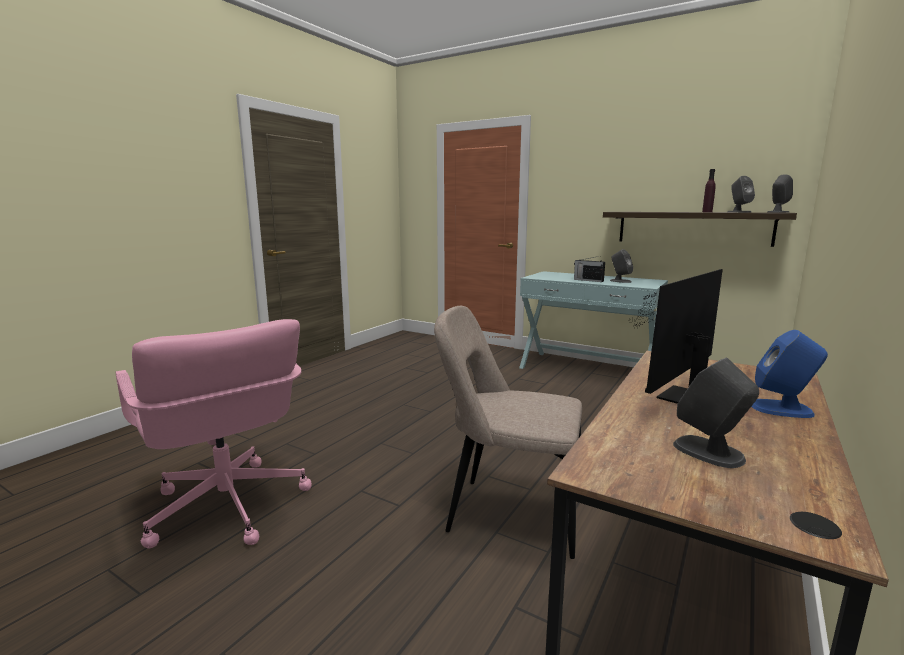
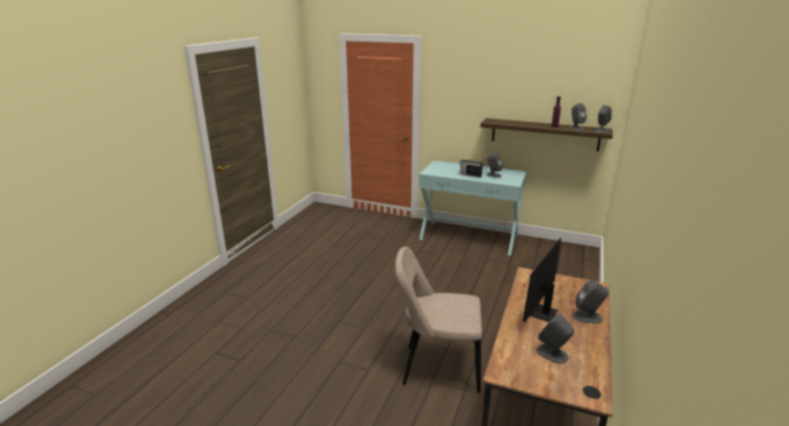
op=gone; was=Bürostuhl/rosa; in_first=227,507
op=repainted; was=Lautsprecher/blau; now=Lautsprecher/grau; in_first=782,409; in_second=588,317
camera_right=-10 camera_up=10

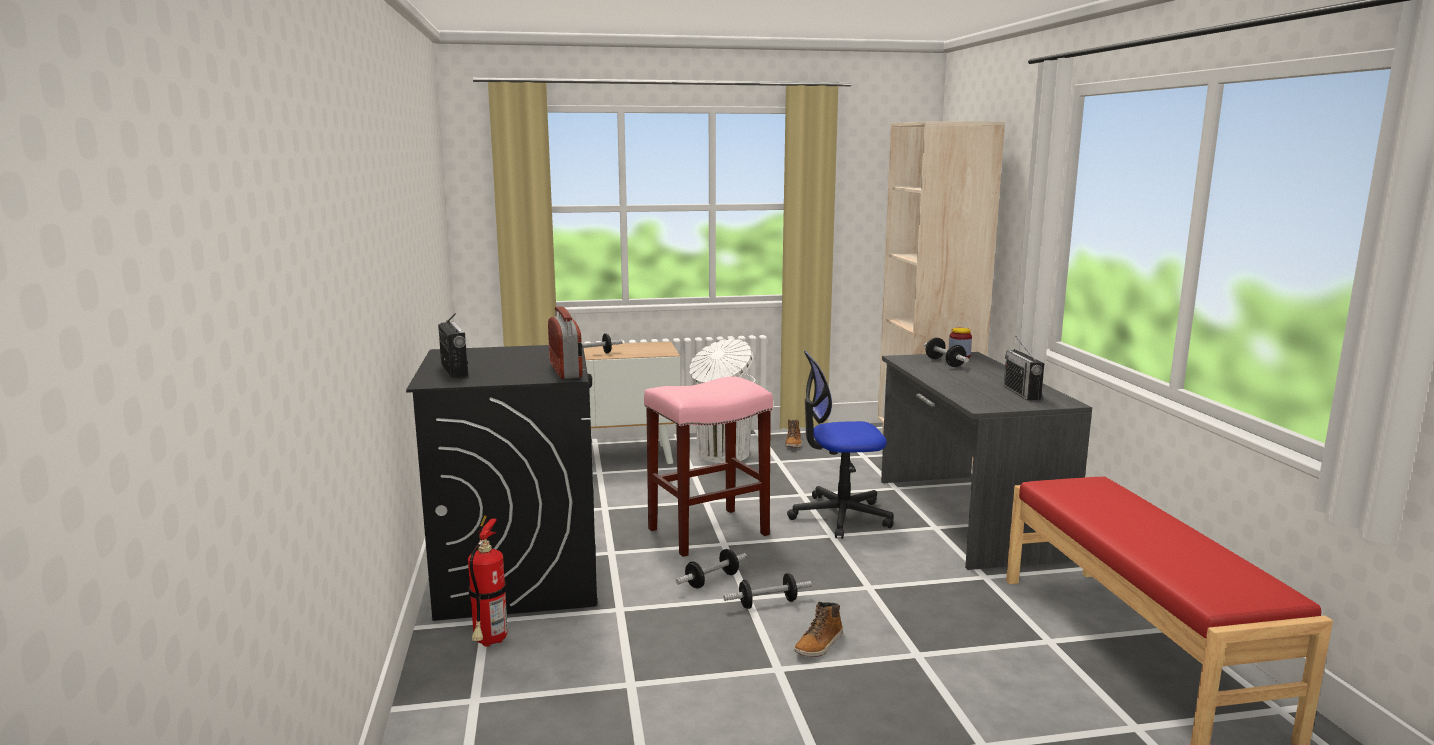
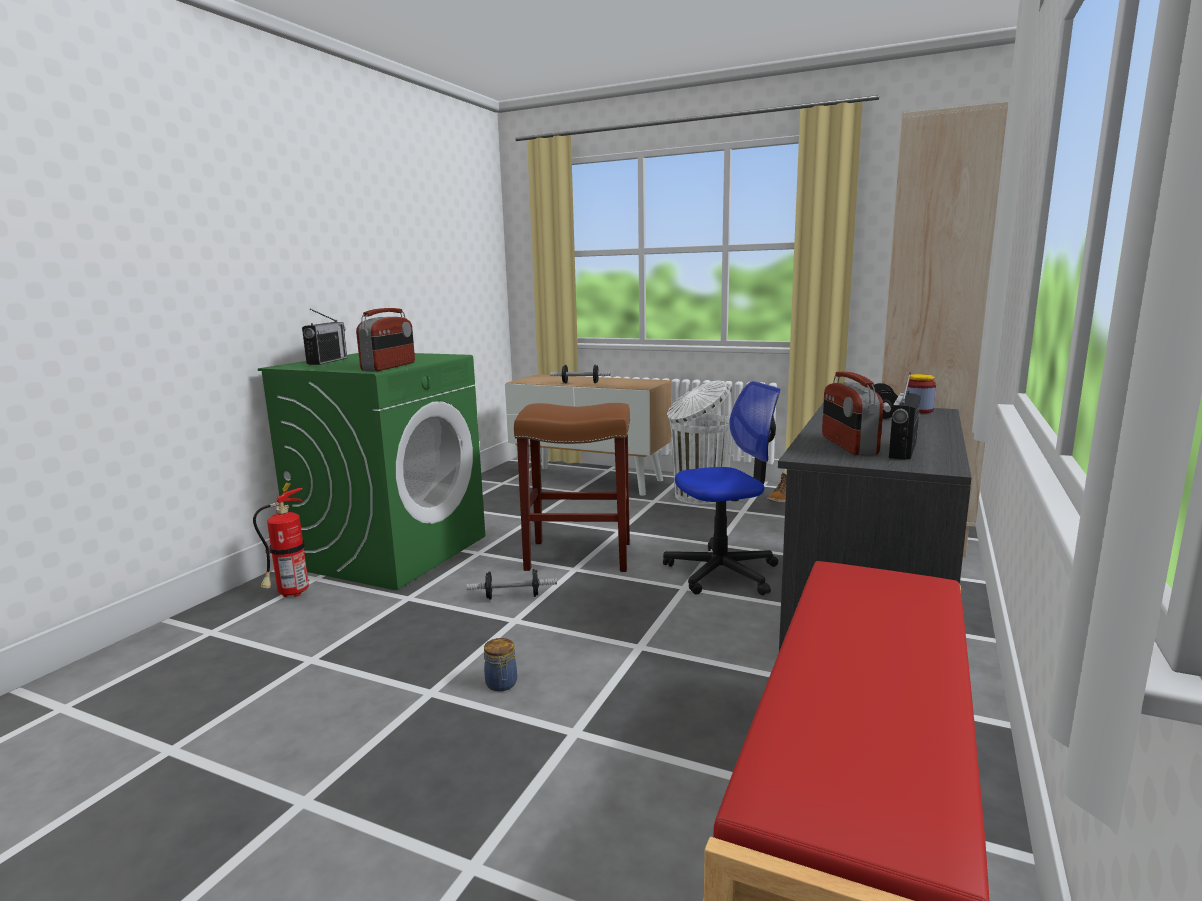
op=repainted; was=Waschmaschine/schwarz; now=Waschmaschine/grün; in_first=518,574; in_second=392,551
op=repainted; was=Hocker/rosa; now=Hocker/braun; in_first=709,531; in_second=580,555
op=gone; was=Hantel; in_first=767,603
op=rotated; was=Bürostuhl; in_first=840,516; in_second=722,572; clockwise=135
op=swapped; was=Stiefel; now=Vorratsglas; in_first=819,644; in_second=501,684
op=new; now=Radio; in_second=848,445
camera_right=35 camera_up=0

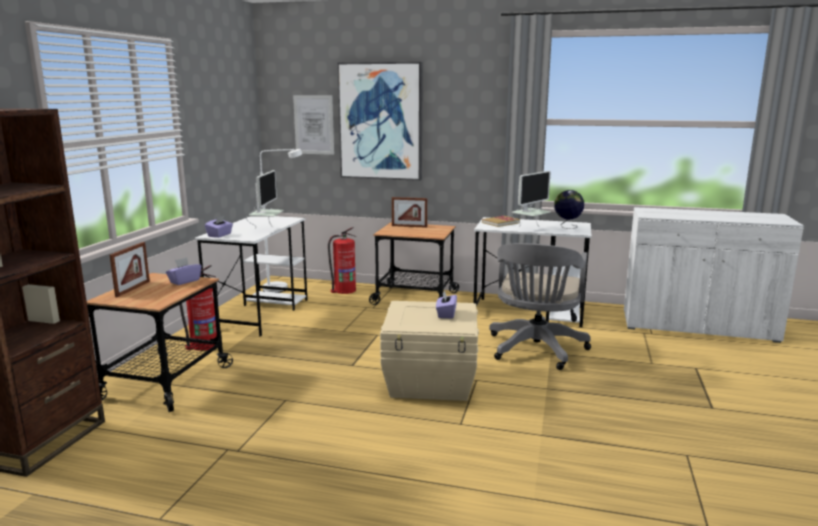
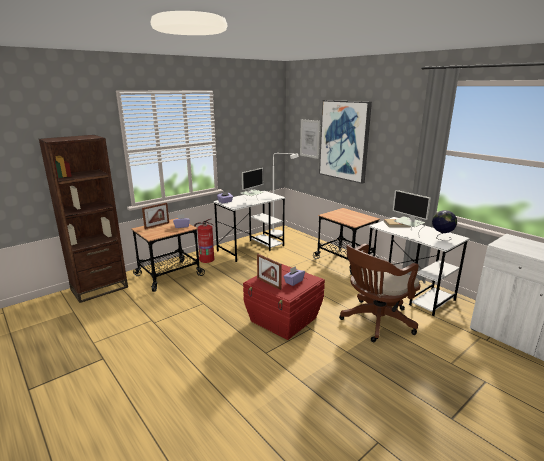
op=gone; was=Feuerlöscher; in_first=344,290
op=repainted; was=Aufbewahrungsbox/beige; now=Aufbewahrungsbox/rot; in_first=431,382; in_second=283,320
op=shifted; was=Bilderrahmen; in_first=409,226; in_second=269,283
op=repainted; was=Bürostuhl/grau; now=Bürostuhl/braun; in_first=535,350; in_second=375,322
op=rotated; was=Monitor; in_first=529,229; in_second=408,234; clockwise=60
camera_right=35 camera_up=5

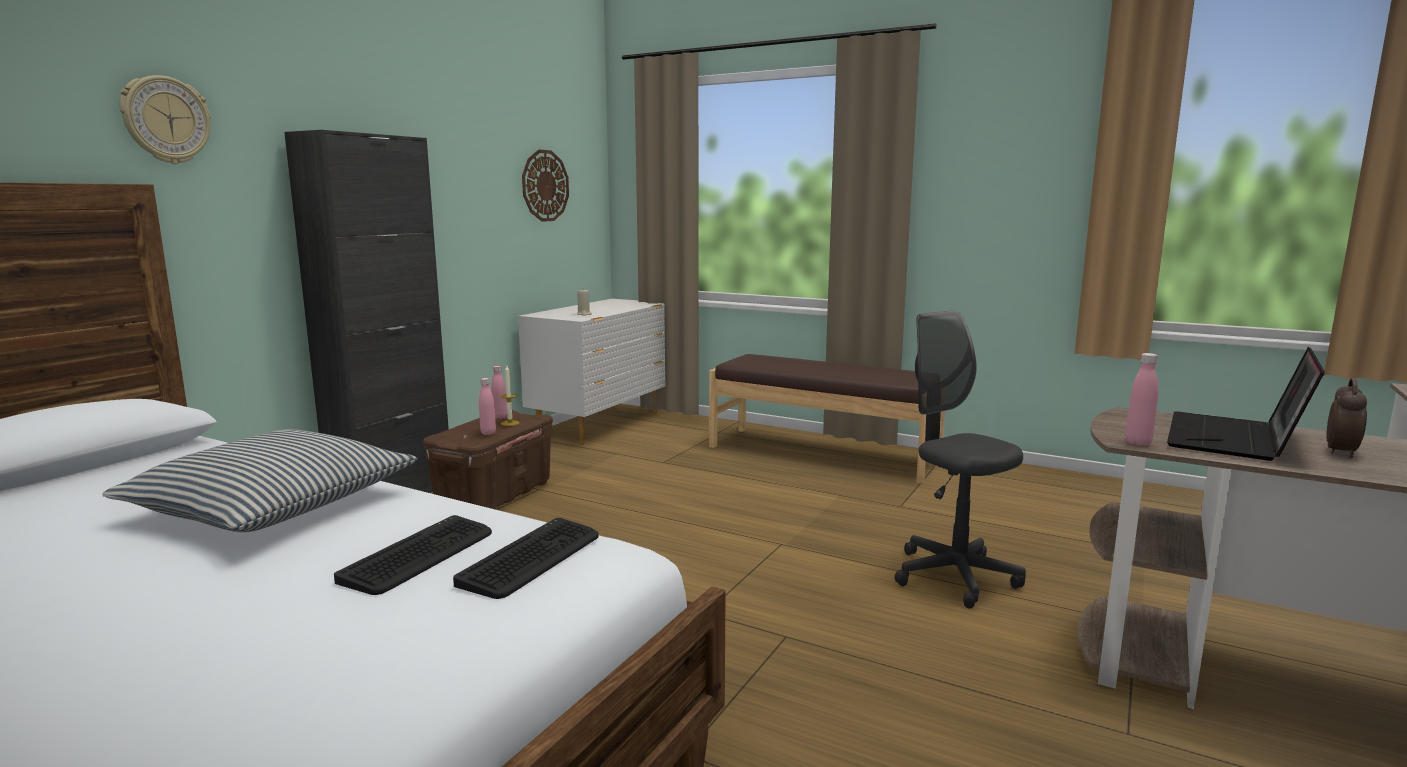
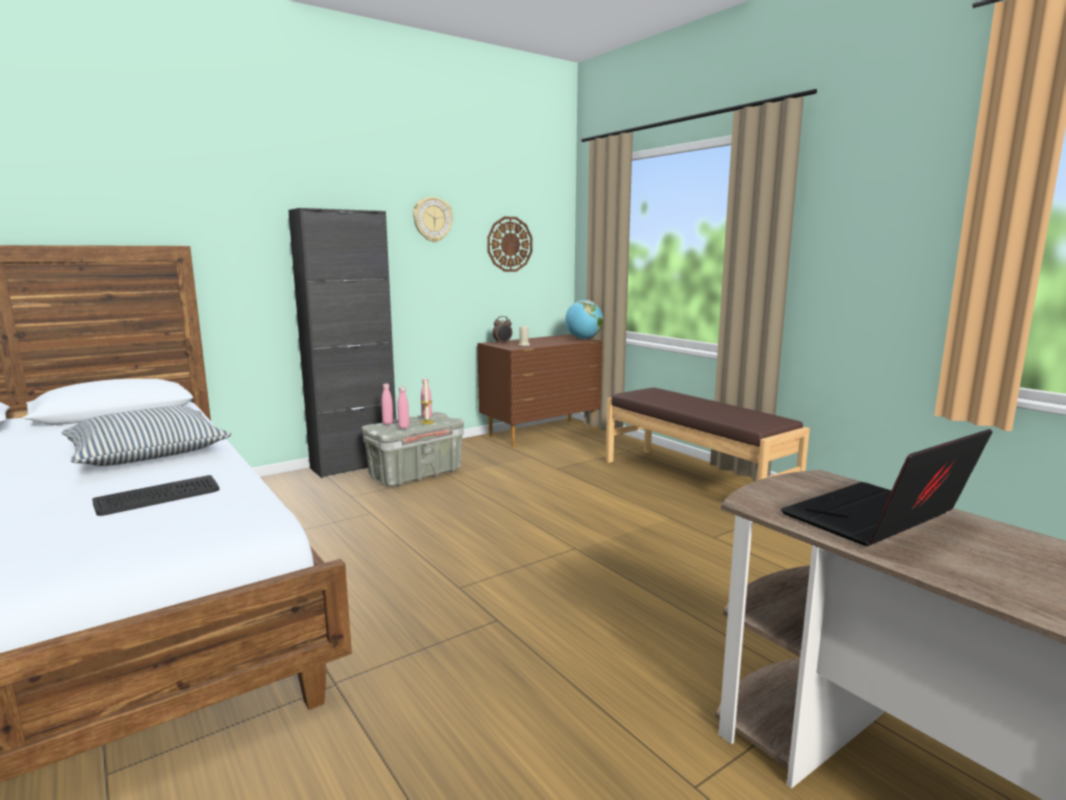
op=shifted; was=Wanduhr; in_first=166,120; in_second=432,219
op=repainted; was=Aufbewahrungsbox/braun; now=Aufbewahrungsbox/grau; in_first=495,496; in_second=415,474
op=gone; was=Tastatur; in_first=532,559
op=repainted; was=Kommode/weiß; now=Kommode/braun; in_first=602,424; in_second=544,433
op=gone; was=Bürostuhl/grau; in_first=954,576
op=shifted; was=Flasche/rosa; in_first=1138,442; in_second=388,423
op=shifted; was=Wecker; in_first=1341,452; in_second=502,343
op=new; now=Globus; in_second=584,339
camera_right=25 camera_up=0

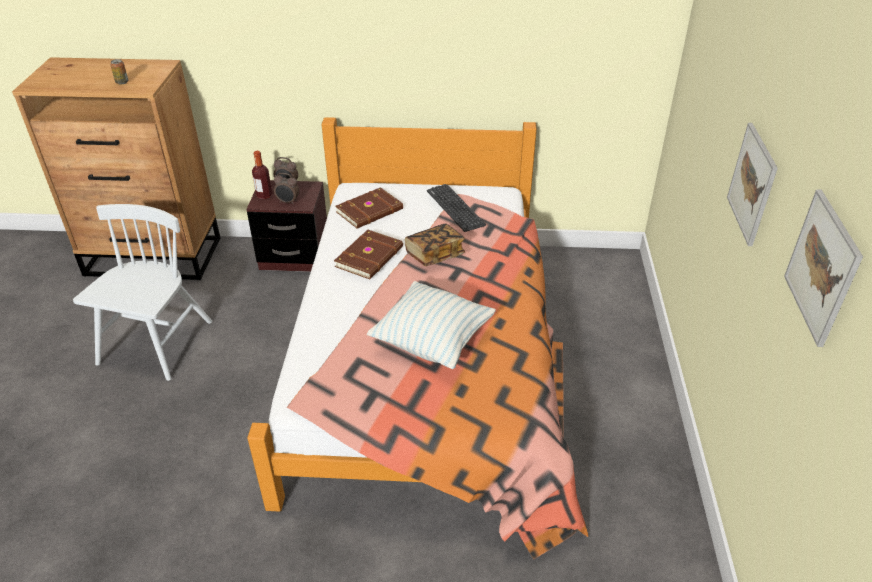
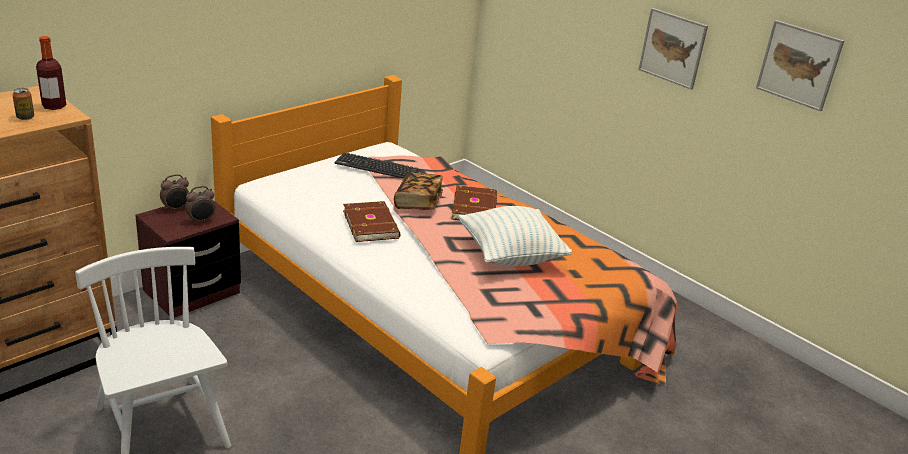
op=shifted; was=Flasche; in_first=264,195; in_second=54,106
op=shifted; was=Buch/braun; in_first=370,211; in_second=475,207
camera_right=-50 camera_up=-10

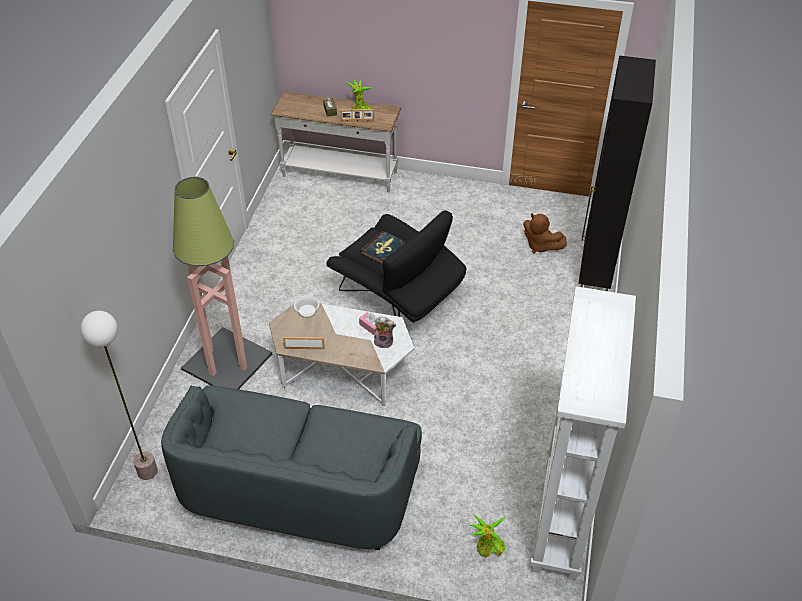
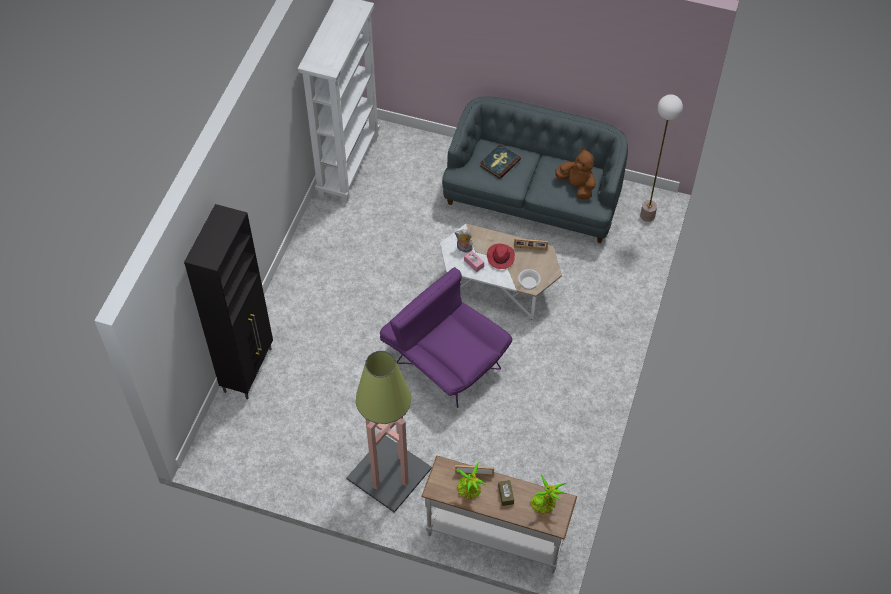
op=shifted; was=Stehlampe; in_first=228,361; in_second=388,473
op=repainted; was=Sessel/schwarz; now=Sessel/lila; in_first=398,295; in_second=444,359
op=shifted; was=Buch; in_first=383,249; in_second=499,162
op=shifted; was=Topfpflanze; in_first=488,547; in_second=545,503
op=shifted; was=Plüschtier/braun; in_first=540,246; in_second=576,186
op=new; now=Hut/rot; in_second=500,257
camera_right=-175 camera_up=10

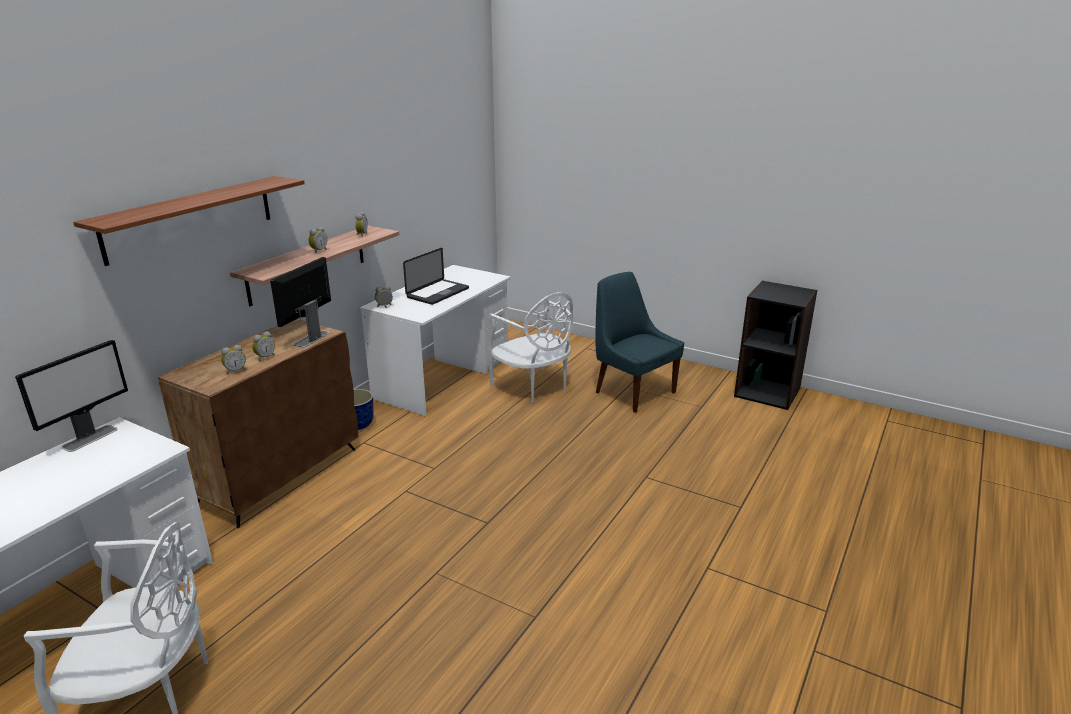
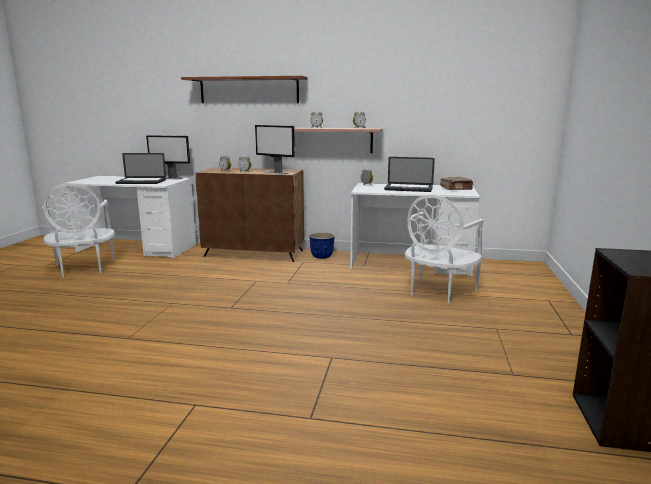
op=rotated; was=Monitor; in_first=310,339; in_second=276,173; clockwise=-150
op=gone; was=Stuhl/blau; in_first=632,391
op=new; now=Laptop; in_second=141,182
op=new; now=Buch/braun; in_second=456,189
camera_right=70 camera_up=-10

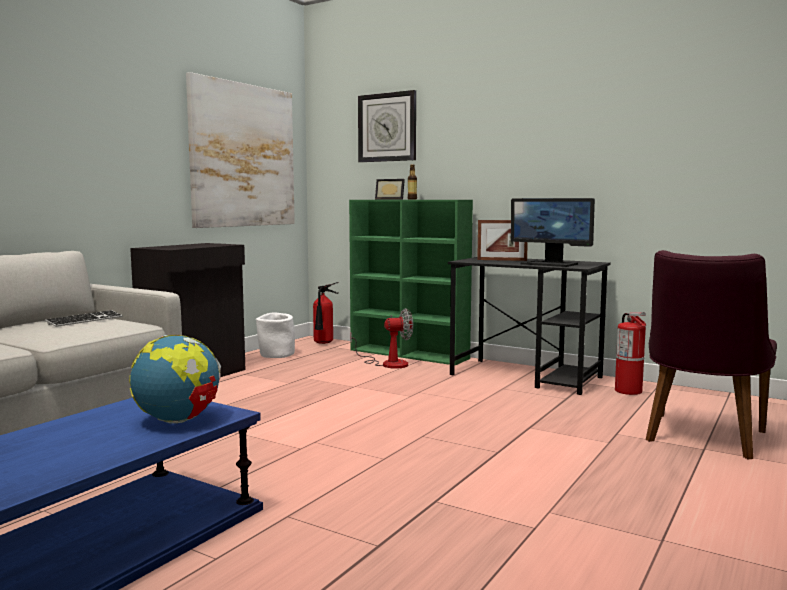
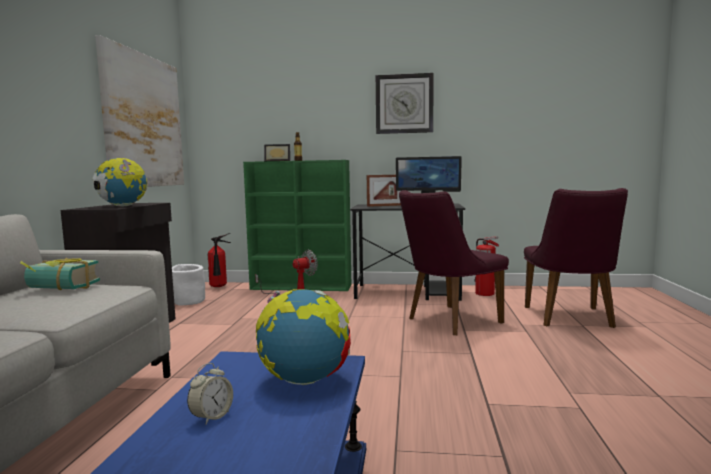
op=swapped; was=Tastatur; now=Buch; in_first=85,320; in_second=59,289
op=shifted; was=Wanduhr; in_first=387,127; in_second=404,104
op=new; now=Globus; in_second=122,206
op=new; now=Wecker; in_second=211,417
op=new; now=Stuhl/lila; in_second=447,321
camera_right=-25 camera_up=0

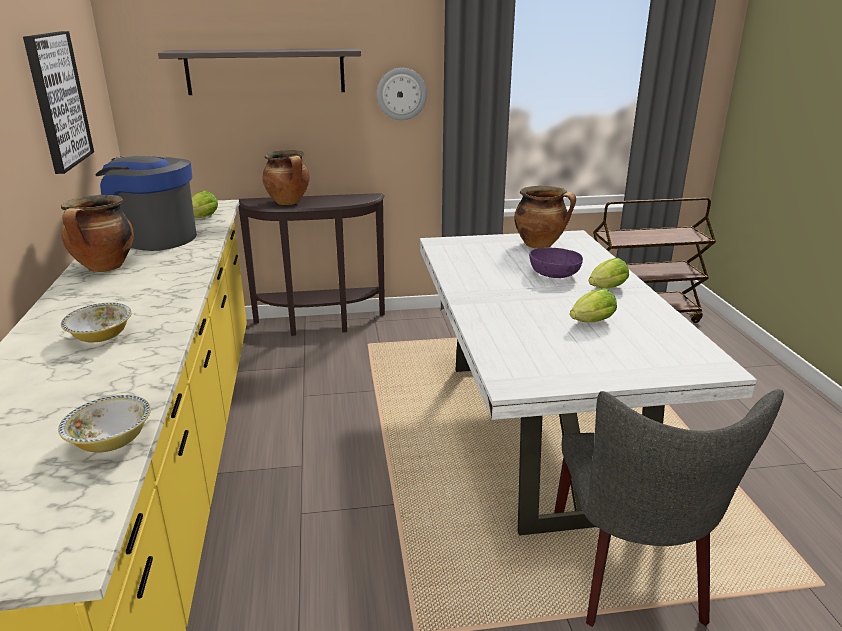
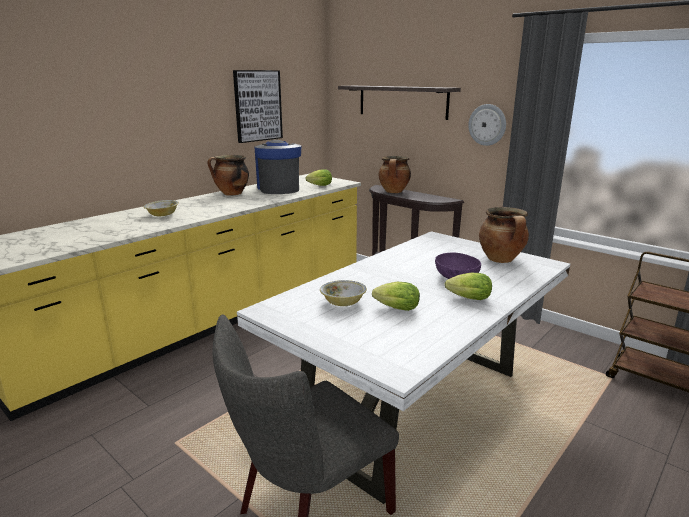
op=shifted; was=Schüssel; in_first=111,441; in_second=343,303
camera_right=50 camera_up=-5

